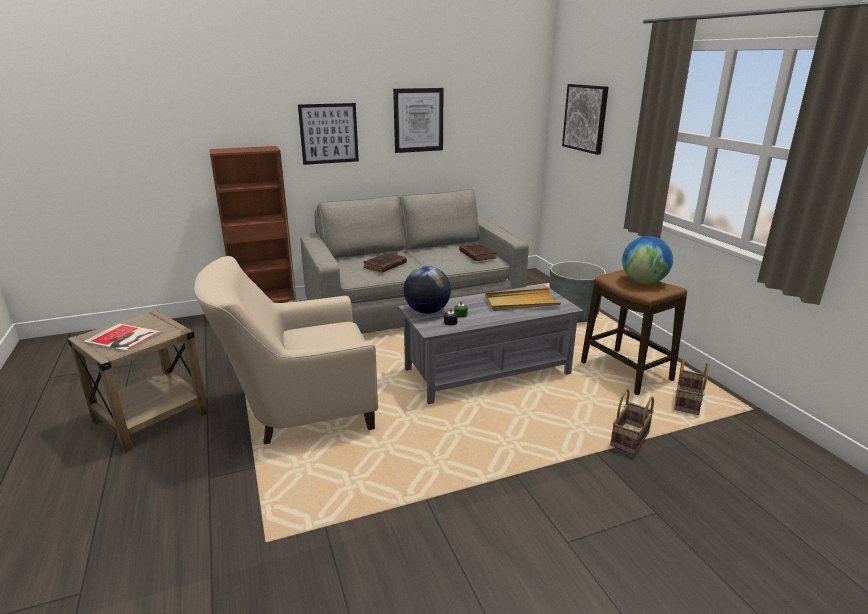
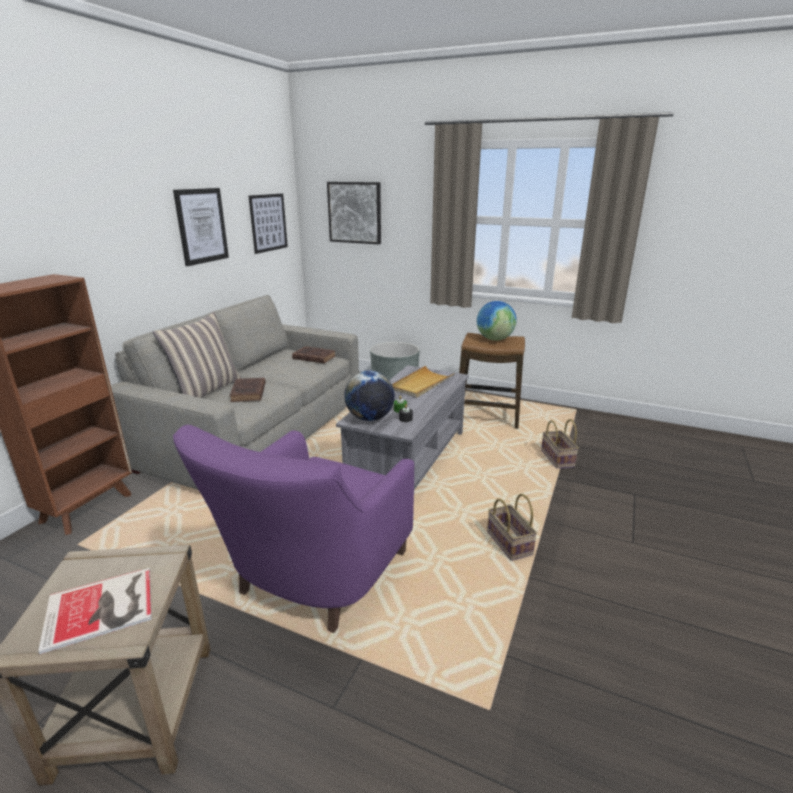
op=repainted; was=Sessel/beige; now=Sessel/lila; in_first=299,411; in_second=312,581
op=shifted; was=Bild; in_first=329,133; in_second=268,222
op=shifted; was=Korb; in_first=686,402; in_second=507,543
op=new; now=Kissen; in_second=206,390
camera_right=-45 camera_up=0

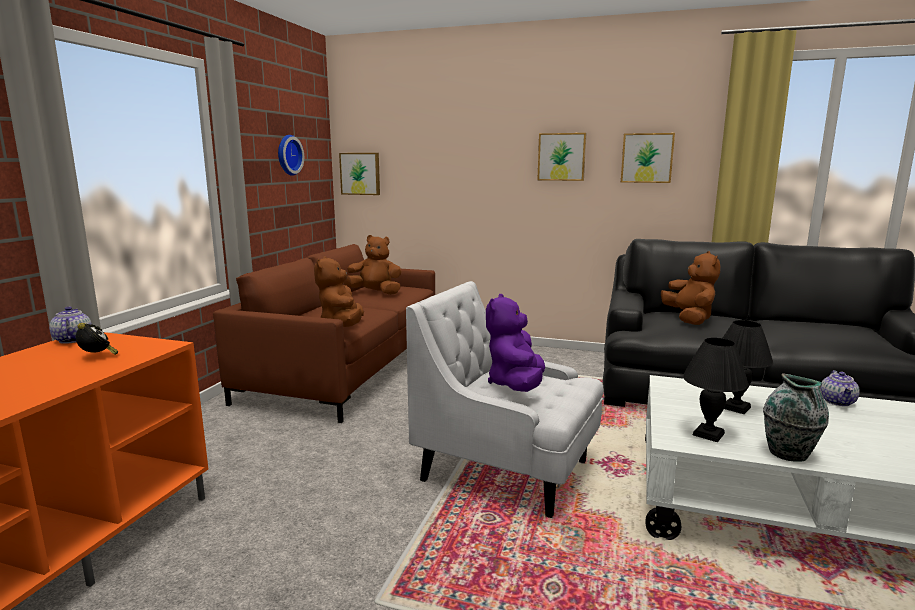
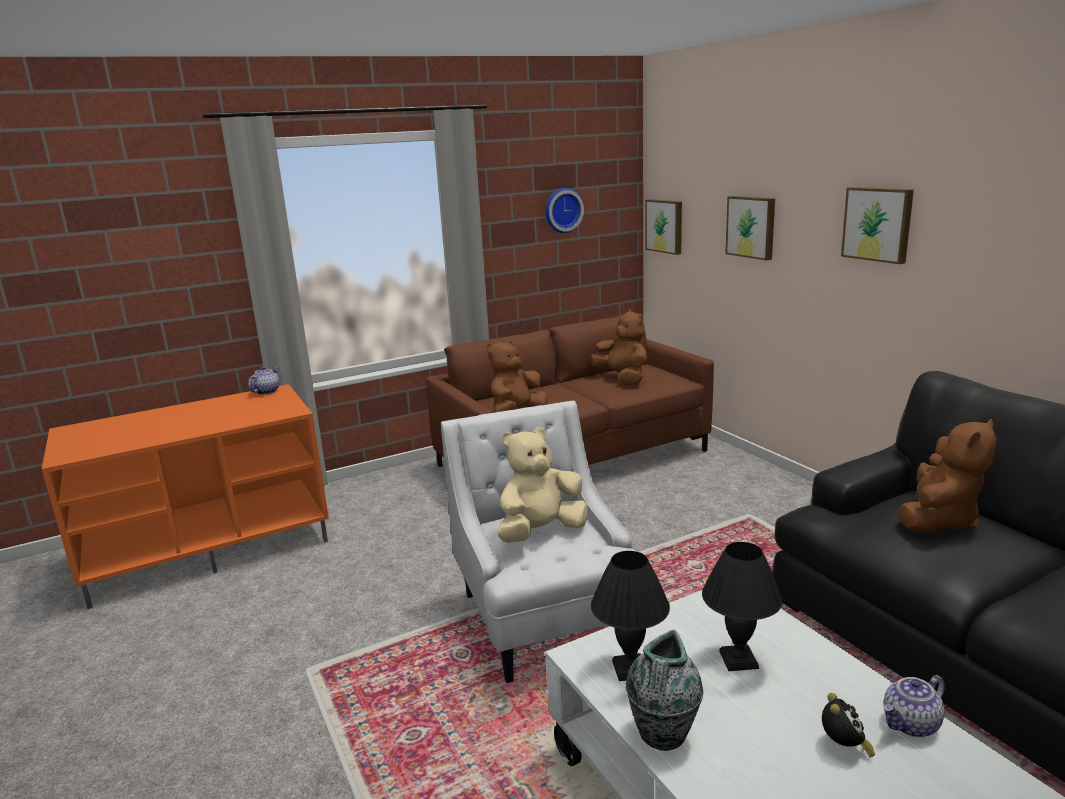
op=shifted; was=Wecker; in_first=98,357; in_second=844,747
op=repainted; was=Plüschtier/lila; now=Plüschtier/beige; in_first=516,385; in_second=541,532
op=shifted; was=Bild; in_first=647,158; in_second=752,227
camera_right=45 camera_up=5

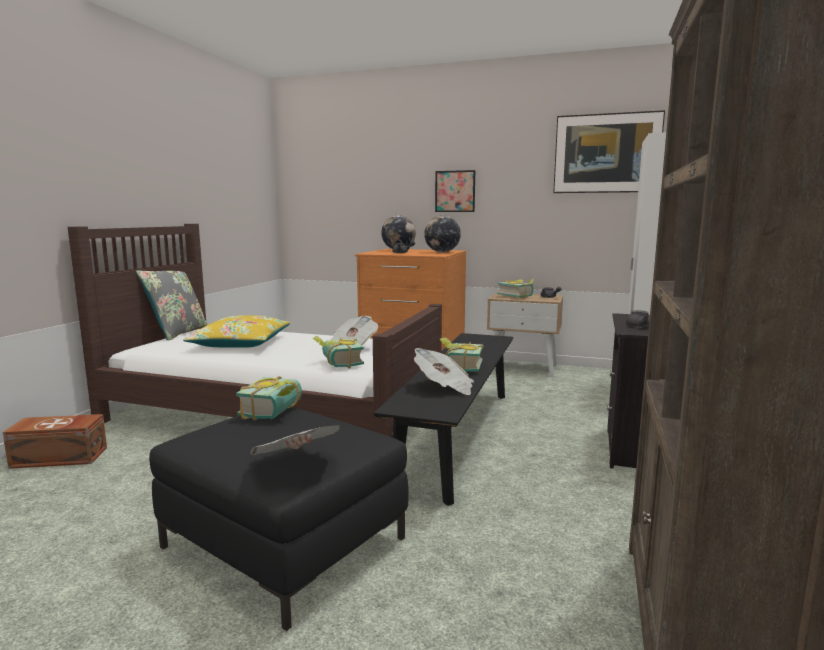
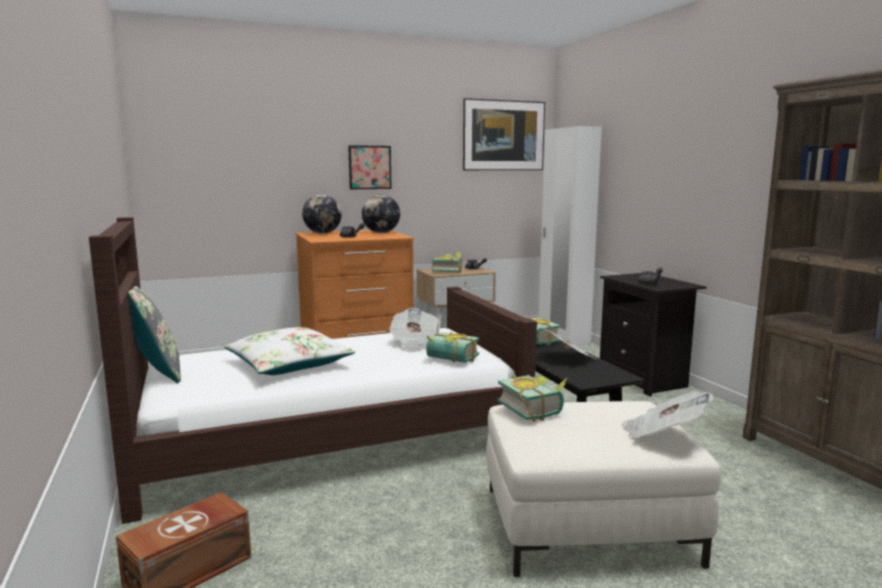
op=repainted; was=Polsterhocker/schwarz; now=Polsterhocker/weiß; in_first=283,542; in_second=586,525
op=repainted; was=Kissen/gelb; now=Kissen/weiß; in_first=241,343; in_second=289,364
camera_right=-40 camera_up=0

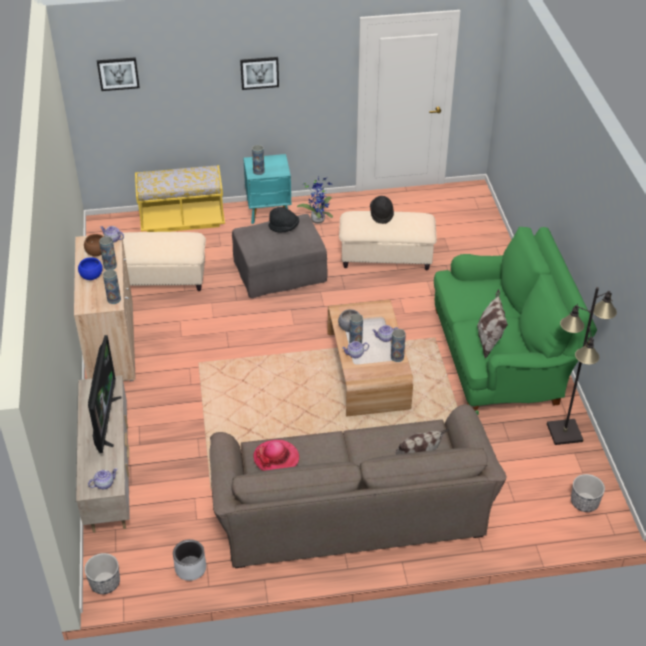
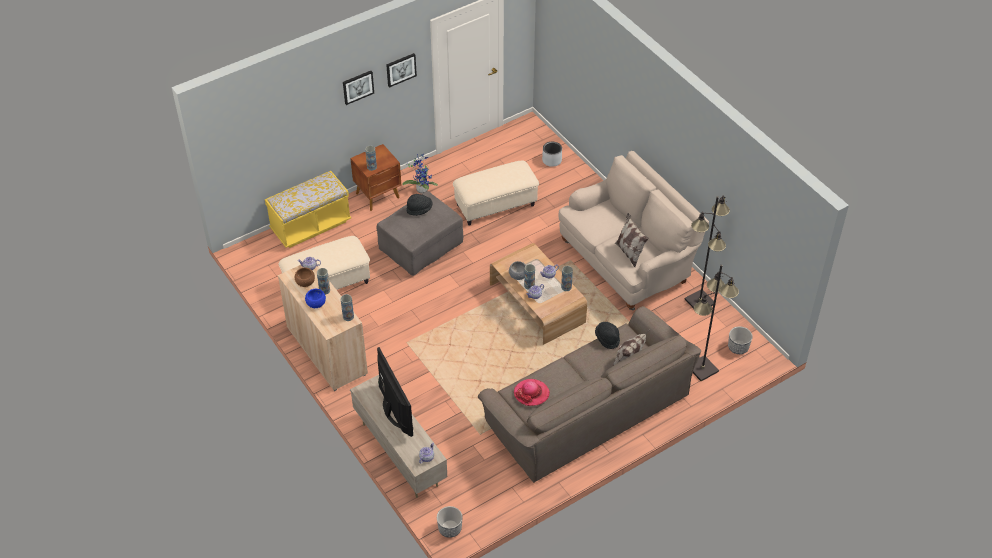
op=shifted; was=Bild; in_first=118,73; in_second=401,69
op=shifted; was=Pflanzkübel/grau; in_first=191,568; in_second=552,160
op=repainted; was=Nachttisch/türkis; now=Nachttisch/braun; in_first=269,212; in_second=378,195
op=shifted; was=Hut/schwarz; in_first=381,215; in_second=607,338
op=repainted; was=Sofa/grün; now=Sofa/beige; in_first=501,359; in_second=627,261
op=new; now=Stehlampe/schwarz; in_second=702,369
camera_right=-25 camera_up=5

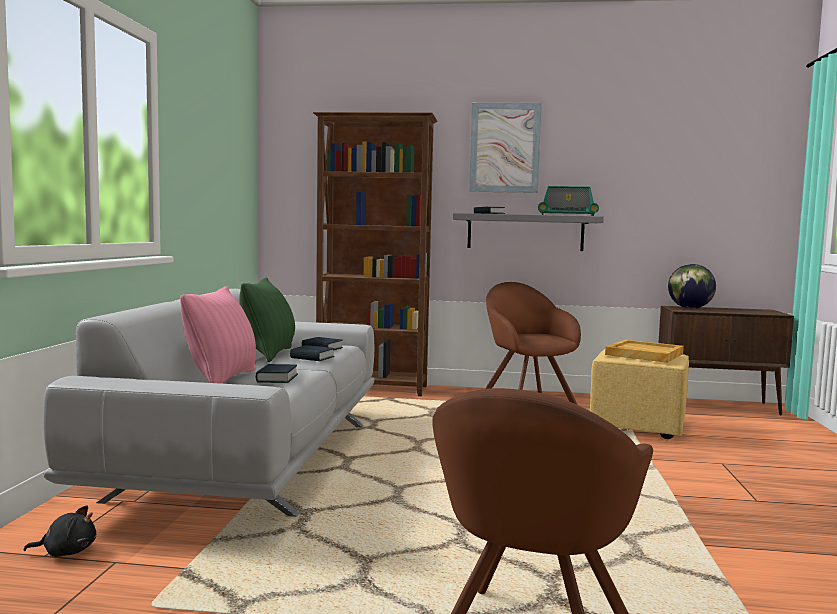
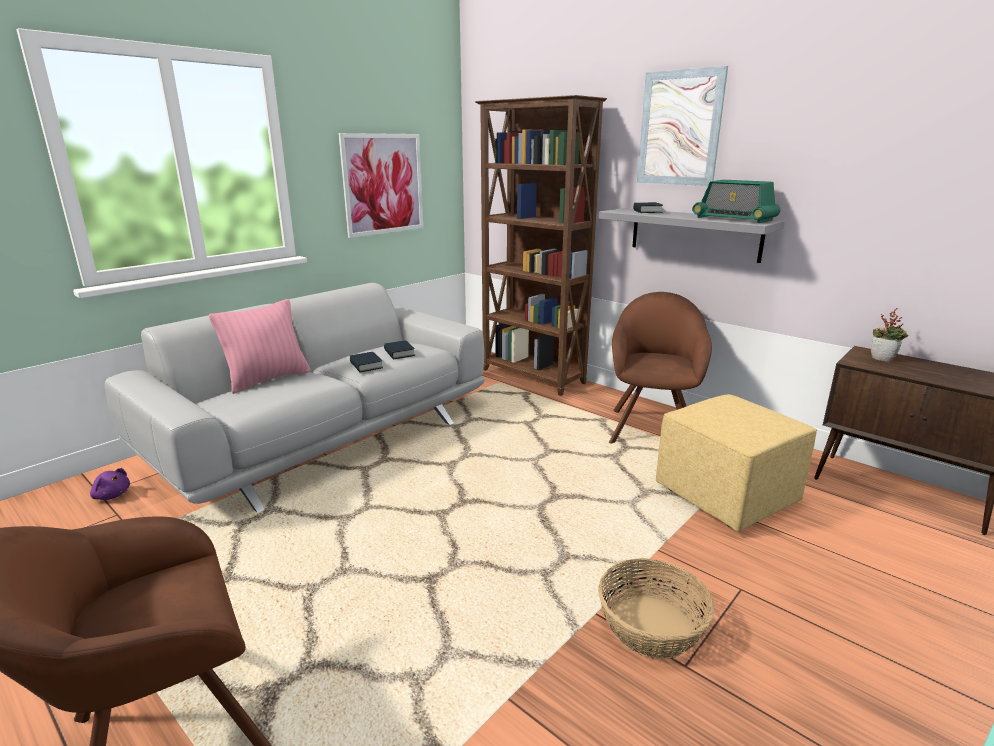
op=repainted; was=Plüschtier/schwarz; now=Plüschtier/lila; in_first=66,552; in_second=111,495
op=gone; was=Kissen/grün; in_first=269,354
op=gone; was=Buch; in_first=277,378
op=gone; was=Tablett/beige; in_first=643,354
op=swapped; was=Globus; now=Topfpflanze; in_first=690,308; in_second=883,359
op=new; now=Bild; in_second=383,184
op=new; now=Korb; in_second=652,626
camera_right=35 camera_up=15

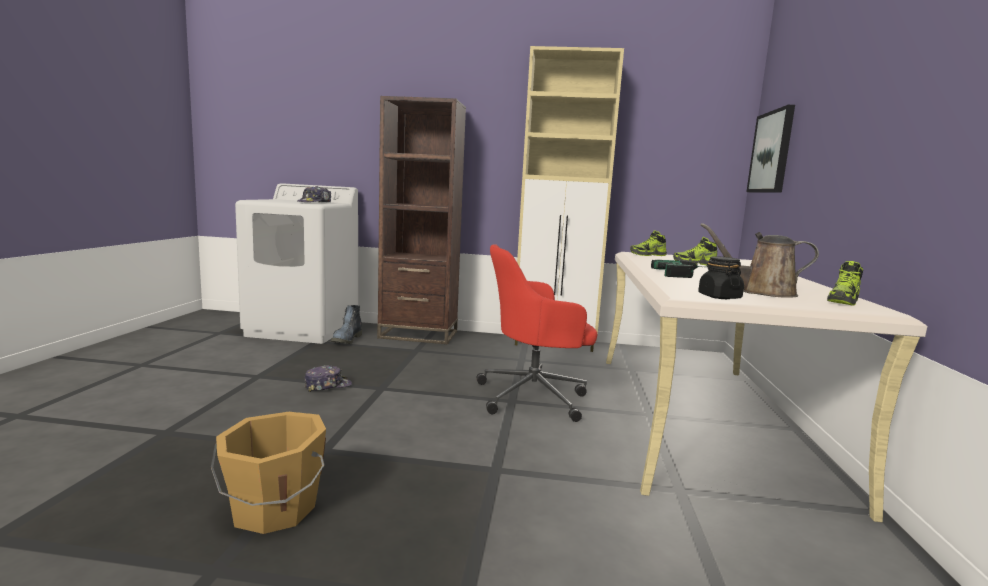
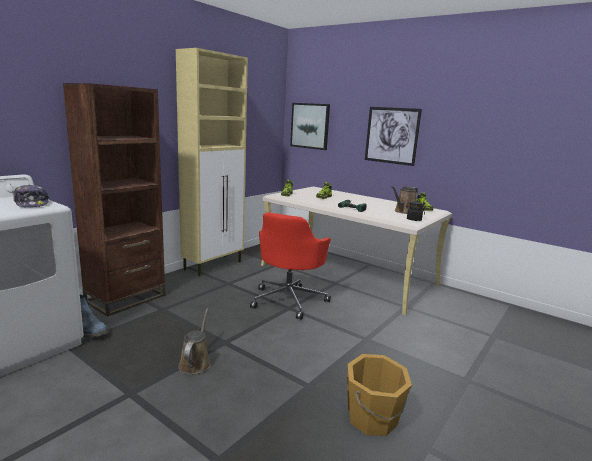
op=swapped; was=Kappe; now=Gießkanne/braun; in_first=327,386; in_second=195,363
op=new; now=Bild; in_second=391,135
camera_right=-60 camera_up=5

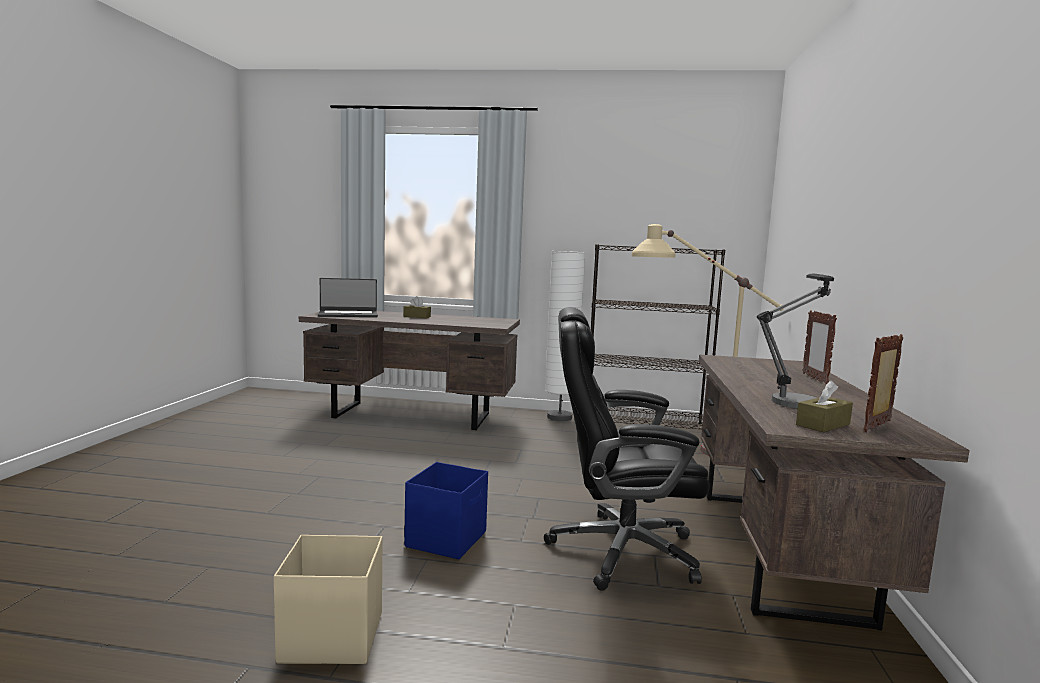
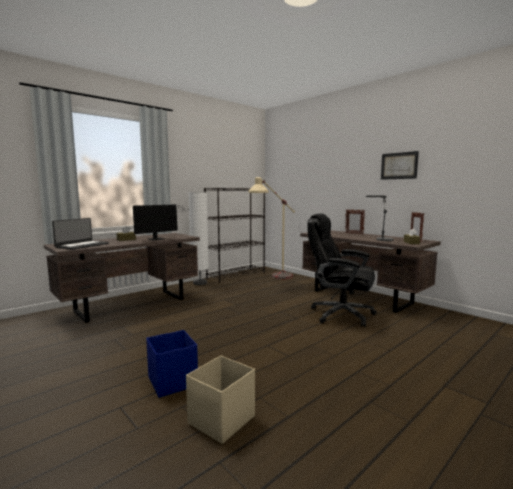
op=shifted; was=Aufbewahrungsbox/beige; in_first=330,637; in_second=220,420
op=shifted; was=Aufbewahrungsbox/blau; in_first=447,539; in_second=173,381
op=rotated; was=Bürostuhl/schwarz; in_first=619,551; in_second=340,314; clockwise=75
op=new; now=Monitor; in_second=158,239
op=new; now=Bild; in_second=399,166
camera_right=-50 camera_up=0

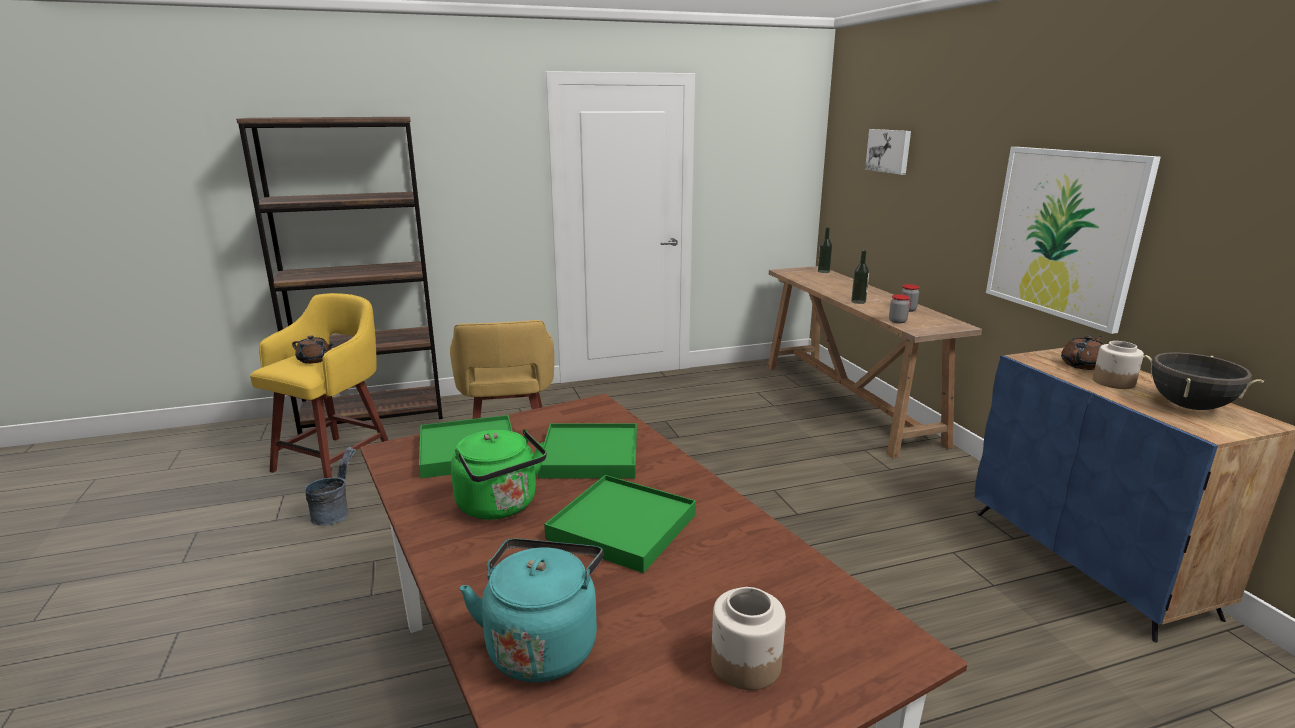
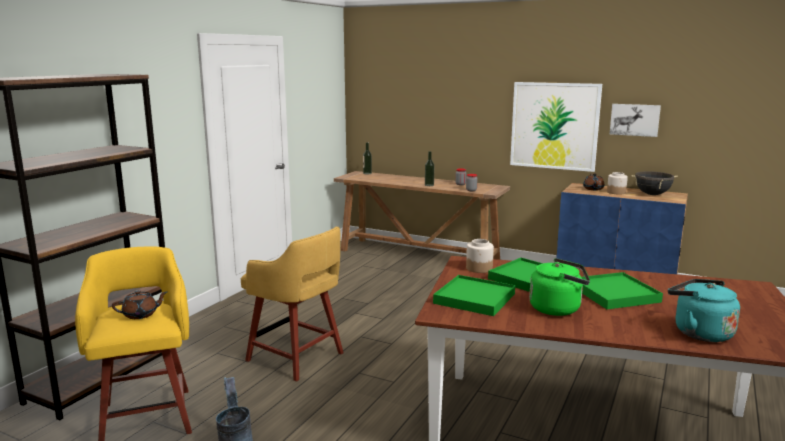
op=shifted; was=Vorratsglas; in_first=747,664; in_second=479,268
op=shifted; was=Bild; in_first=889,151; in_second=634,119
camera_right=-45 camera_up=-5

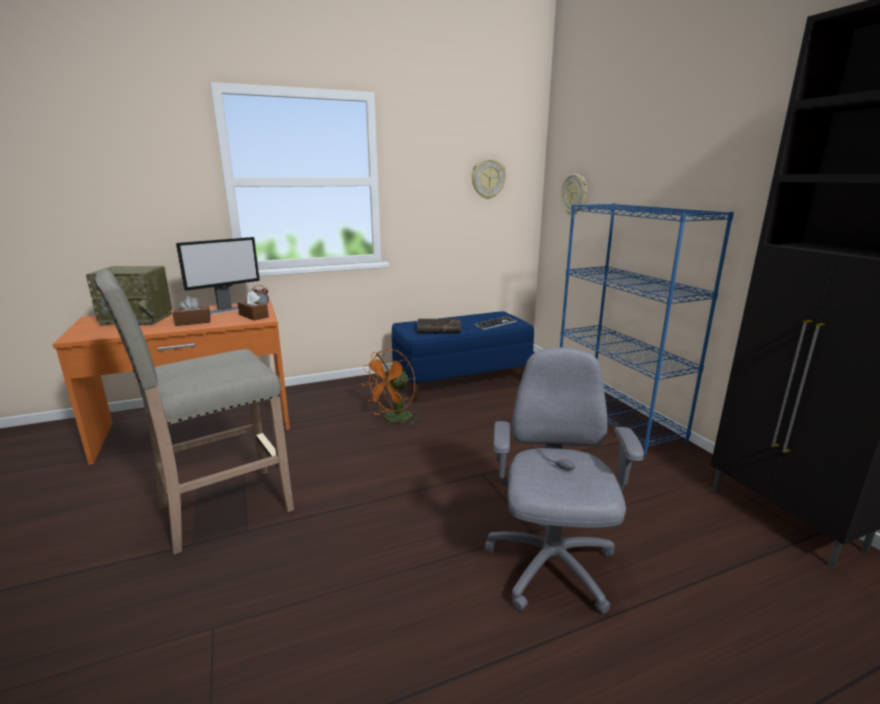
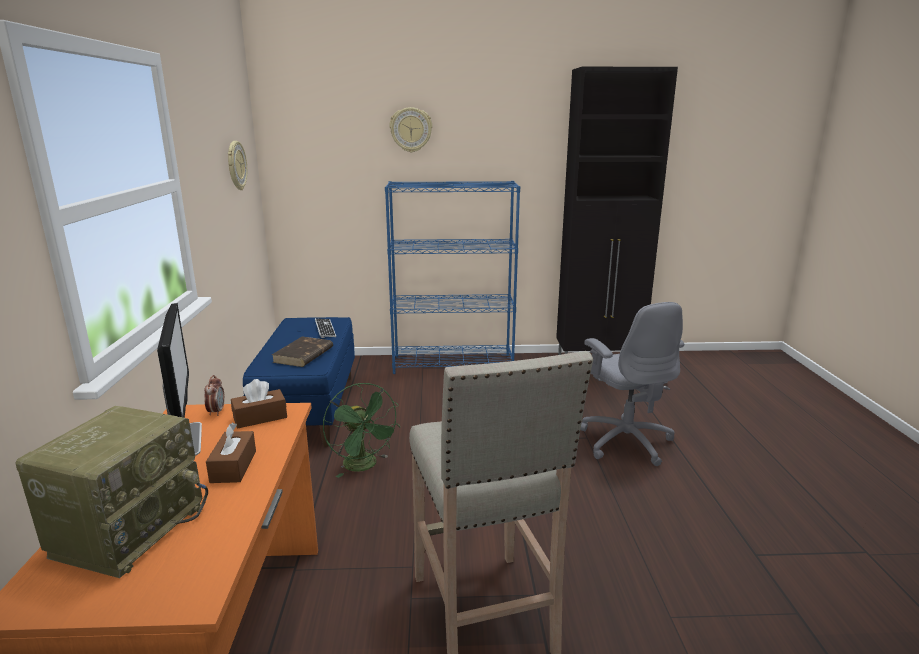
op=repainted; was=Ventilator/orange; now=Ventilator/grün; in_first=394,419; in_second=364,466
op=rotated; was=Bürostuhl/grau; in_first=550,568; in_second=625,441; clockwise=-135
op=shifted; was=Wanduhr; in_first=574,194; in_second=411,130
camera_right=-70 camera_up=0

